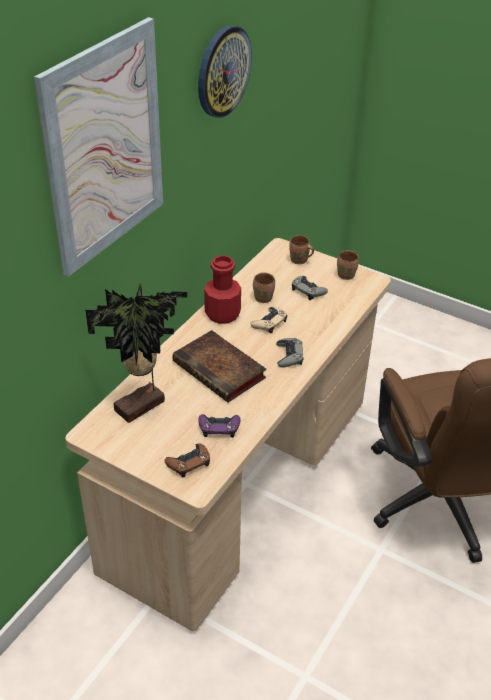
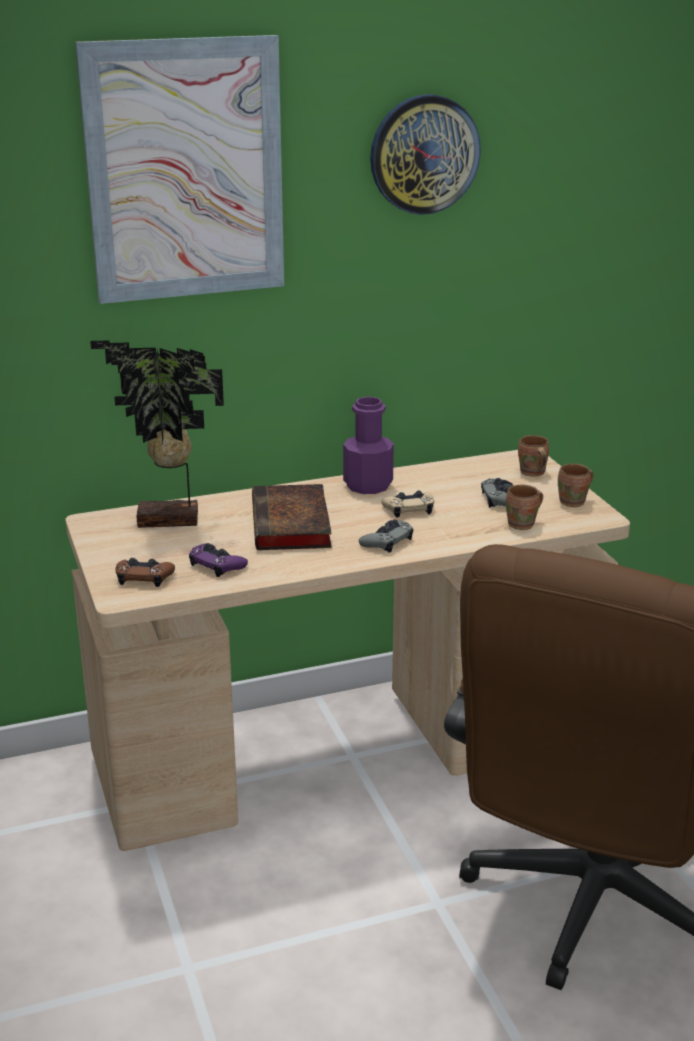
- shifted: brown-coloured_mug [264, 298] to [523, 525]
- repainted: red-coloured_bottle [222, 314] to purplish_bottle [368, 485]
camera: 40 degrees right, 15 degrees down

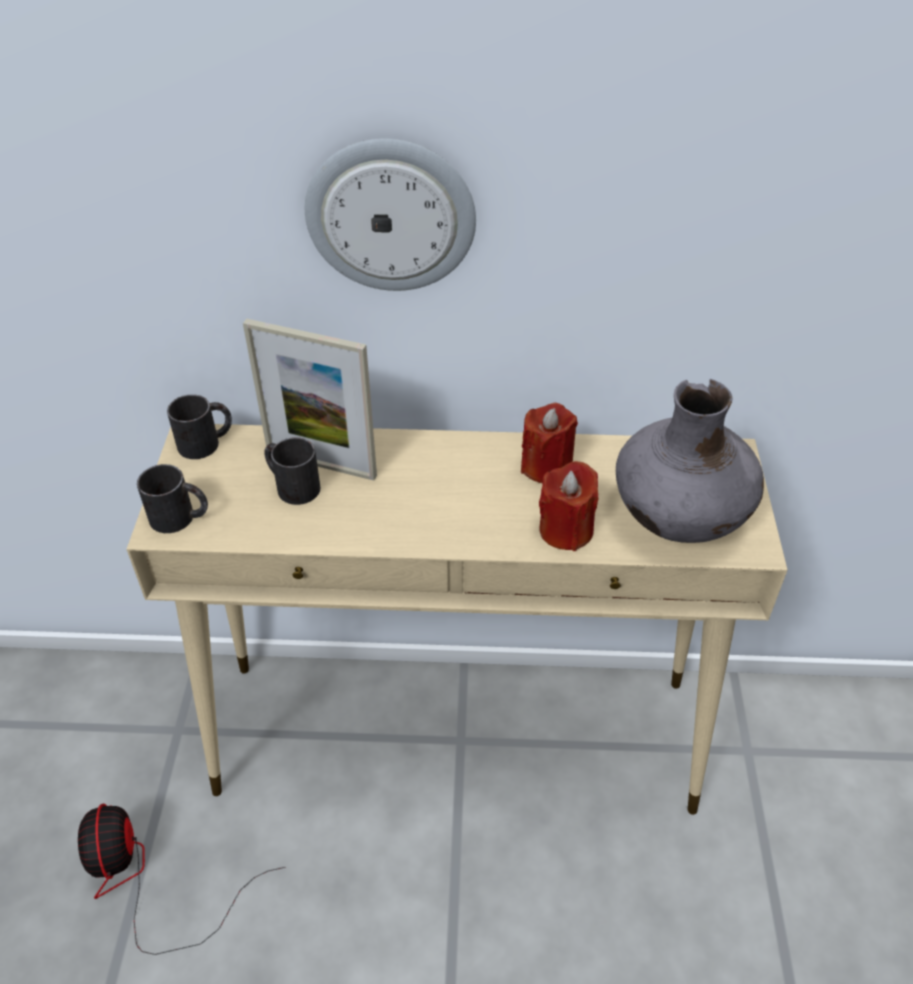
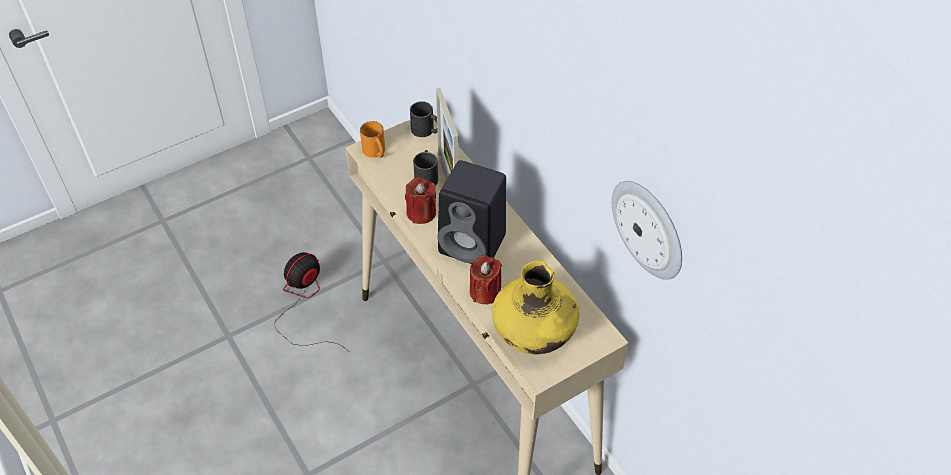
- new: black-coloured_loudspeaker [474, 244]
- shifted: hanging_clock [391, 215] to [649, 228]
- shifted: red-coloured_candle [546, 466] to [421, 213]
- repainted: black-coloured_mug [181, 517] to orangey_mug [375, 152]
- repainted: grey_vase [680, 518] to yellow-coloured_vase [534, 334]
camera: 55 degrees right, 5 degrees up

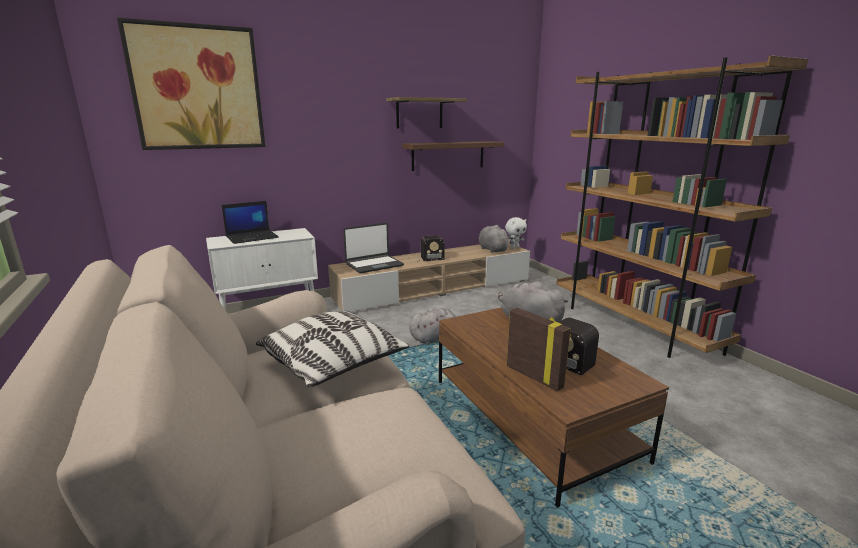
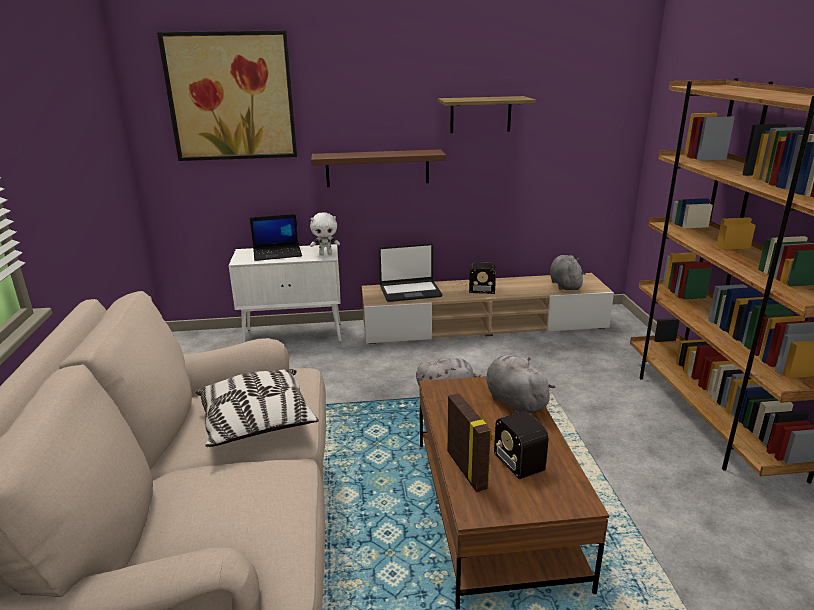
- shifted: brown-coloured_bracket_shelf [448, 155] to [377, 168]
- shifted: white_plush_toy [514, 247] to [325, 254]
camera: 20 degrees right, 5 degrees up

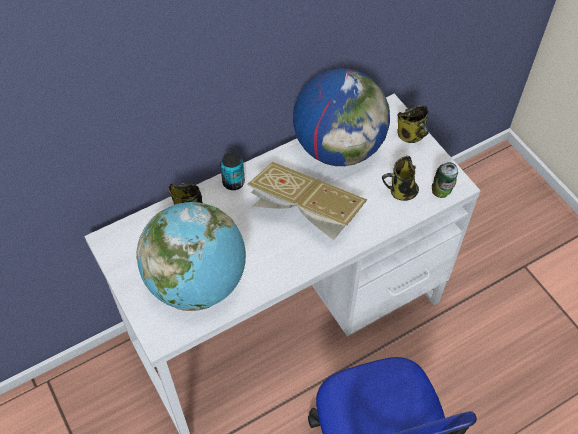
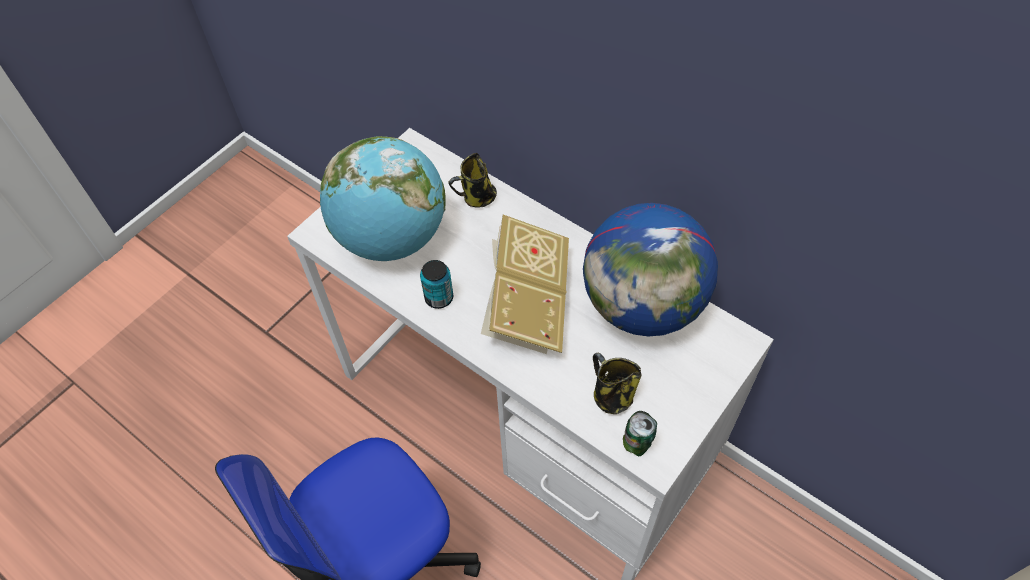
- gone: mug [411, 135]
- shifted: metal_can [233, 182] to [439, 298]
camera: 70 degrees right, 0 degrees up

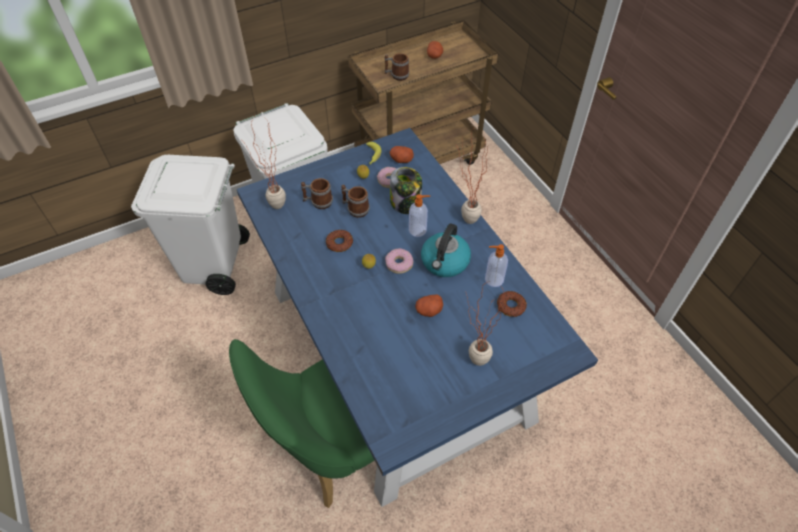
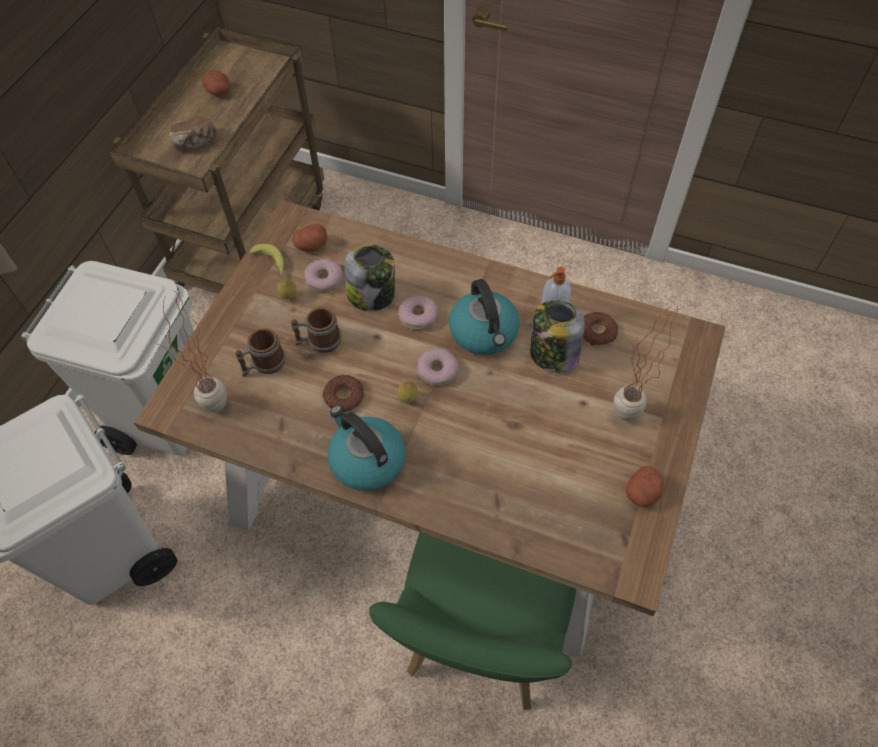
- gone: plant_in_a_pot [463, 219]
- new: water_kettle [366, 460]
- new: jar [553, 354]
- shifted: potato [428, 310] to [642, 493]
- swapped: mug [396, 75] to bread [195, 143]
- swapped: soap_dispenser [418, 230] to doughnut [418, 316]
- repainted: blue-coloured_kitchen_table [396, 352] to brown-coloured_kitchen_table [438, 481]
camera: 40 degrees left, 5 degrees up

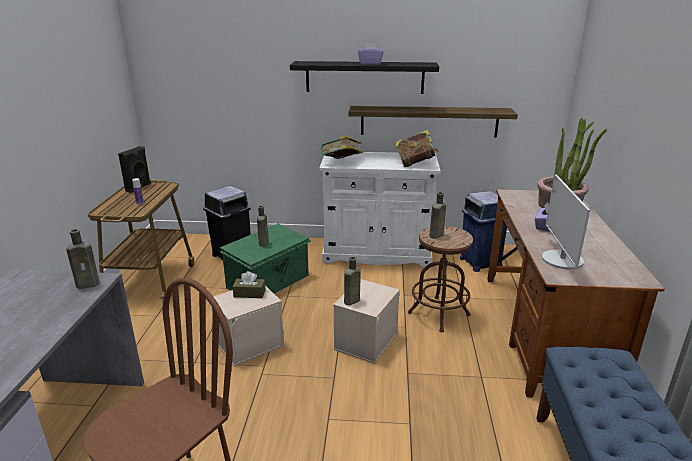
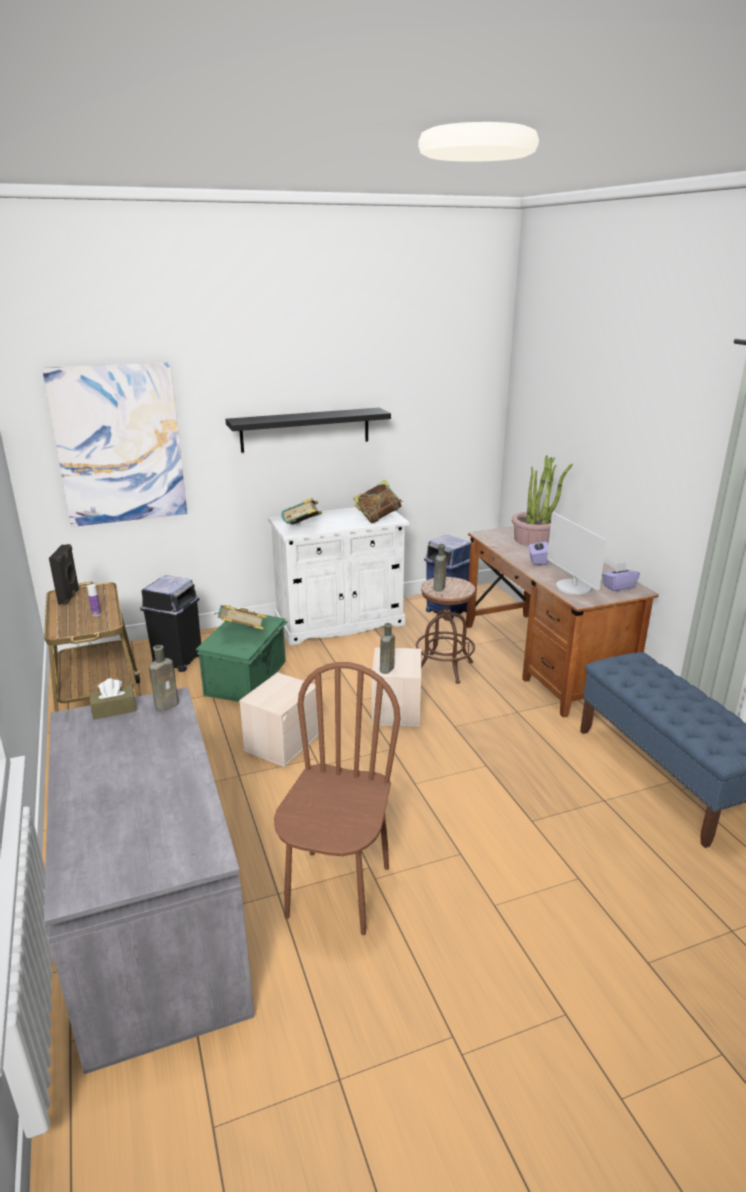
- gone: bracket_shelf [429, 121]
- new: picture [119, 445]
- shifted: brown-coloured_tissue_box [249, 293] to [114, 709]
- shifted: purplish_tissue_box [370, 63] to [618, 586]
- swapped: brown-coloured_bottle [264, 243] to bound_book [241, 633]
camera: 25 degrees left, 0 degrees up

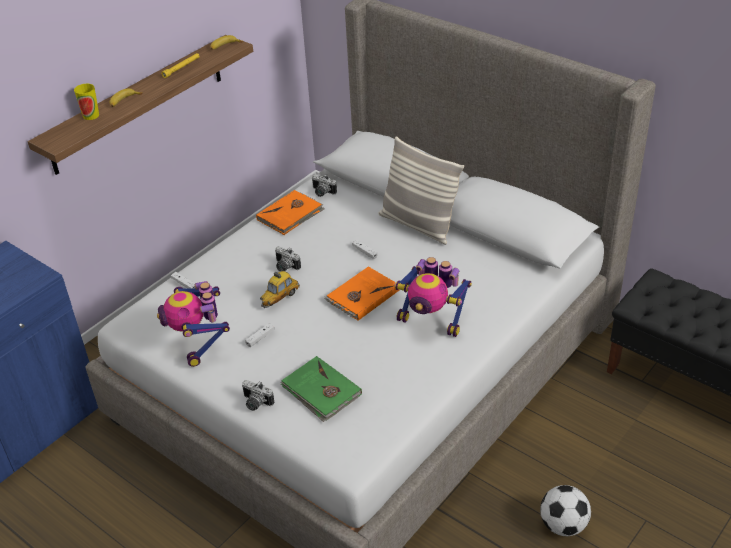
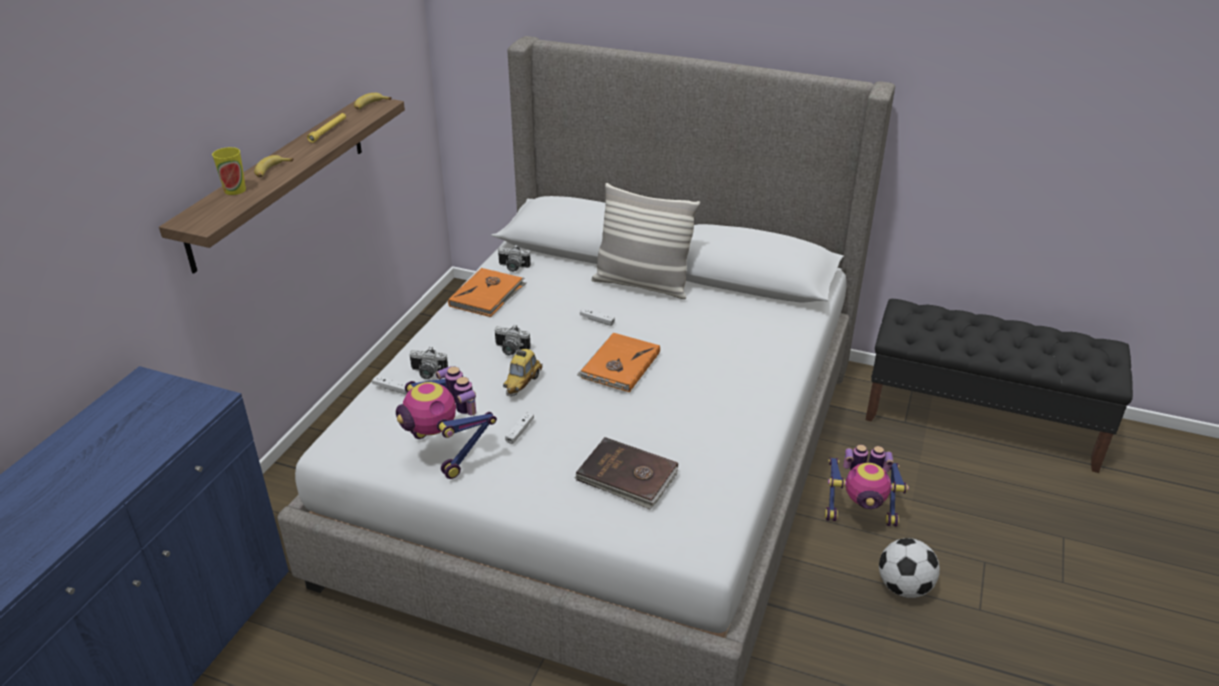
- shifted: still_camera [255, 403] to [427, 373]
- shifted: toy_robot [431, 321] to [860, 514]
- repainted: green_bound_book [321, 391] to brown-coloured_bound_book [627, 477]
camera: 20 degrees left, 5 degrees down

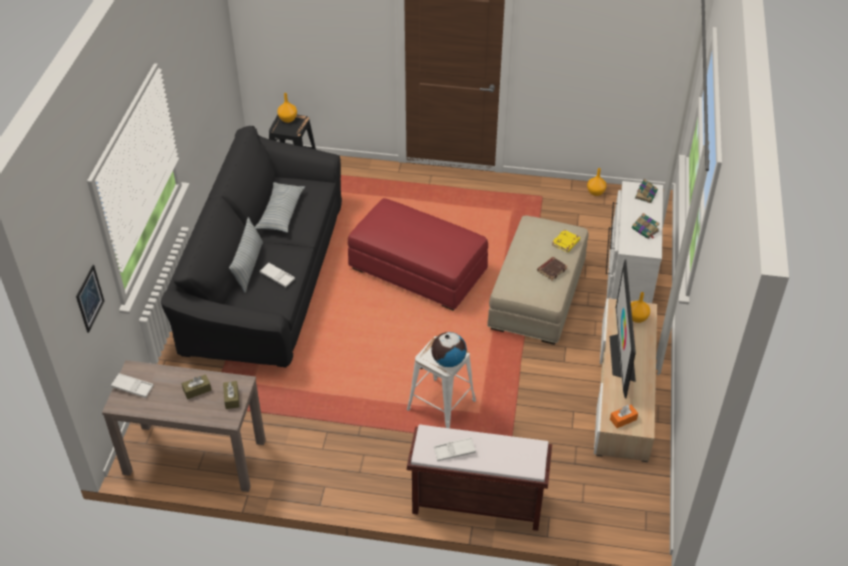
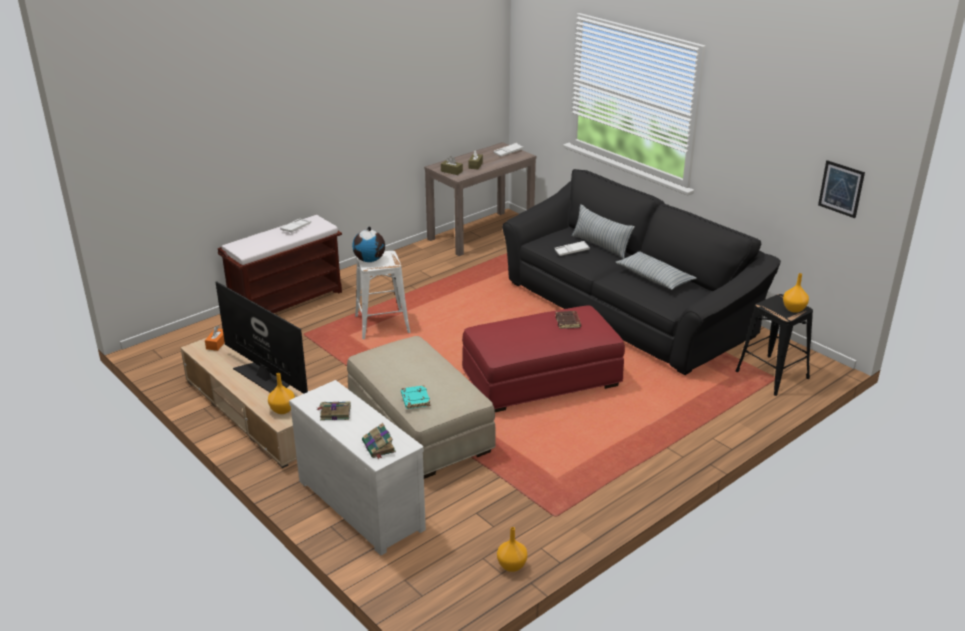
- shifted: picture [89, 298] to [841, 189]
- shifted: brown-coloured_bound_book [551, 270] to [568, 322]
- repainted: yellow-coloured_bound_book [566, 243] to turquoise_bound_book [415, 399]
camera: 130 degrees right, 15 degrees down

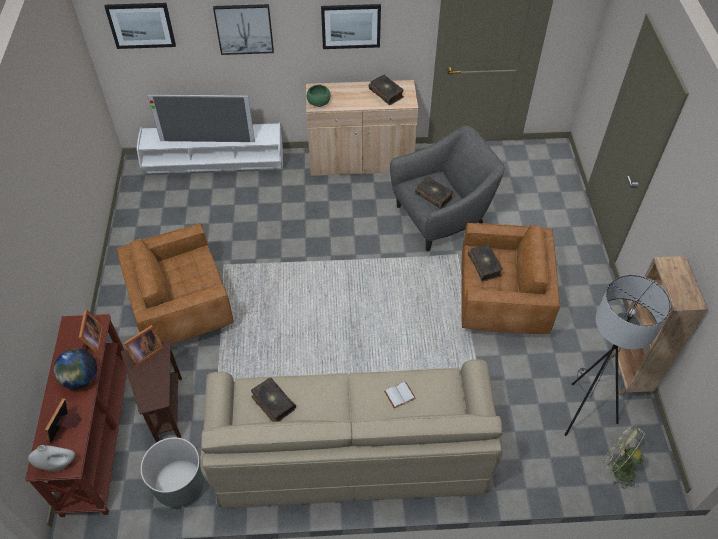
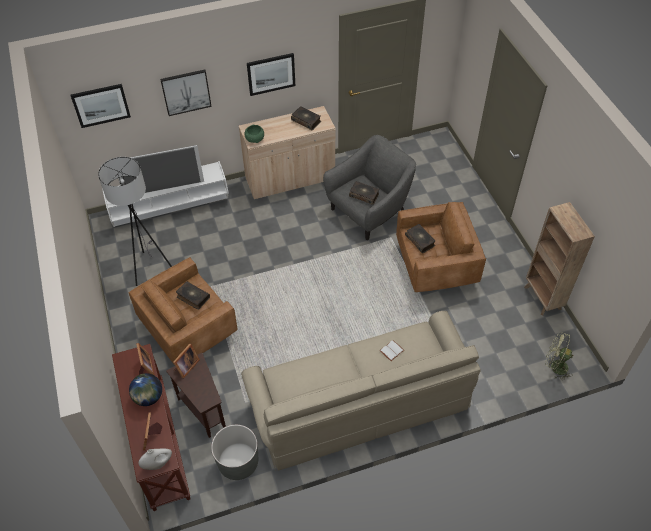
- shifted: bound_book [273, 403] to [193, 297]
- shifted: grey_floor_lamp [582, 409] to [149, 266]
camera: 15 degrees left, 0 degrees up

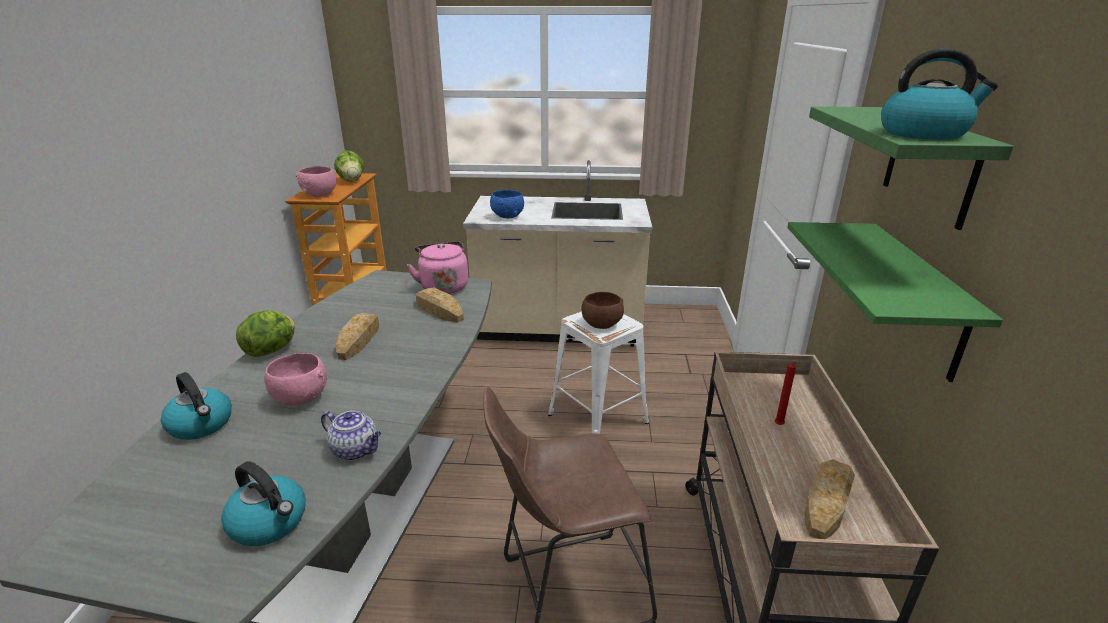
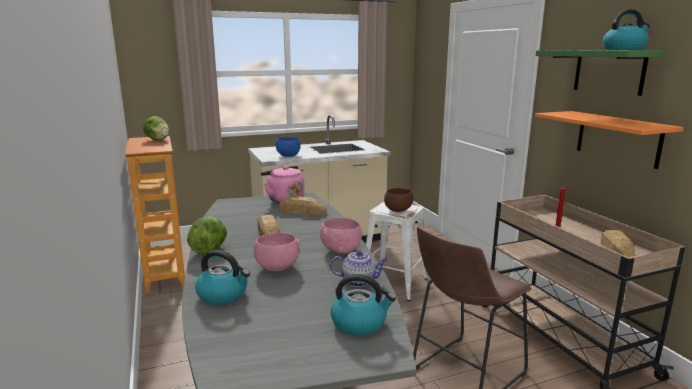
- shifted: pink_deep_dish [320, 195] to [341, 250]
- repainted: green_bracket_shelf [916, 299] to orangey_bracket_shelf [617, 138]
camera: 25 degrees left, 10 degrees down

